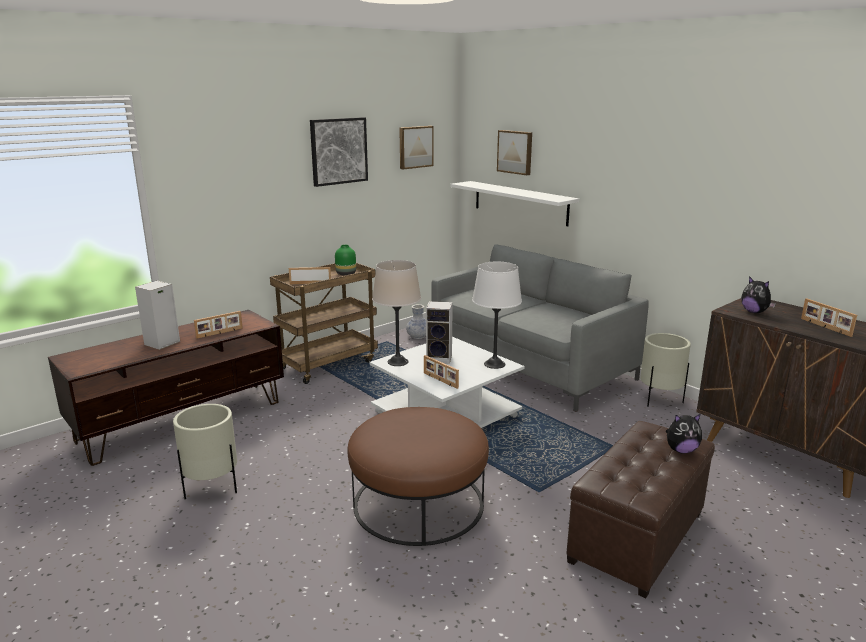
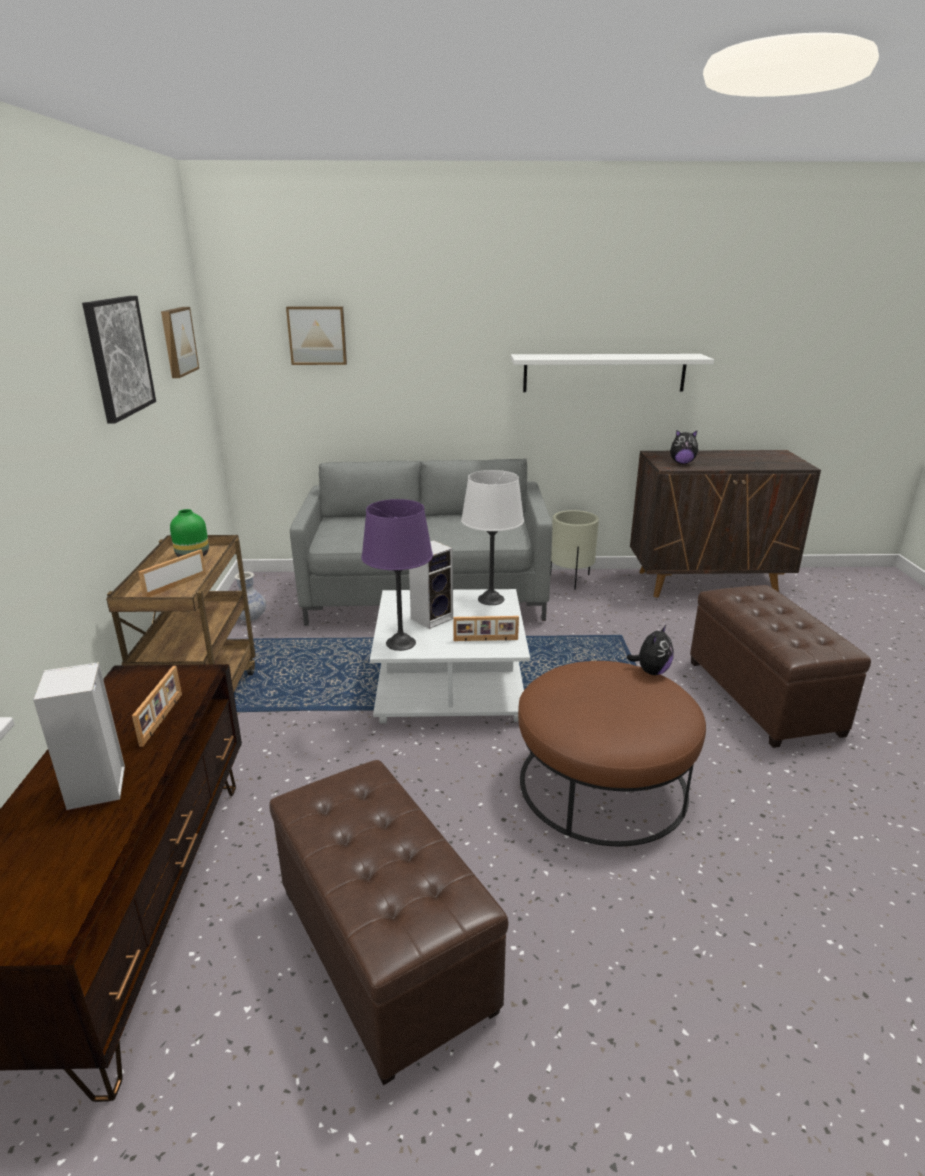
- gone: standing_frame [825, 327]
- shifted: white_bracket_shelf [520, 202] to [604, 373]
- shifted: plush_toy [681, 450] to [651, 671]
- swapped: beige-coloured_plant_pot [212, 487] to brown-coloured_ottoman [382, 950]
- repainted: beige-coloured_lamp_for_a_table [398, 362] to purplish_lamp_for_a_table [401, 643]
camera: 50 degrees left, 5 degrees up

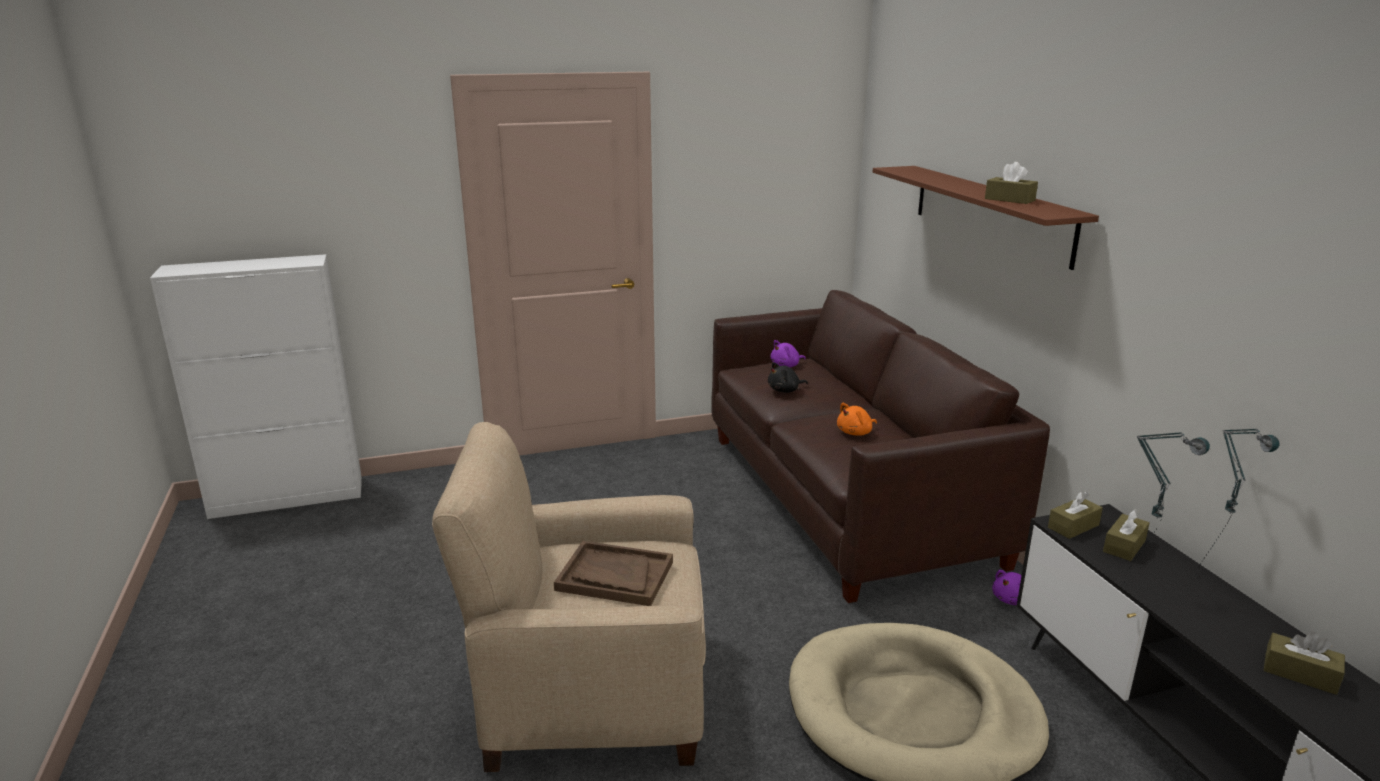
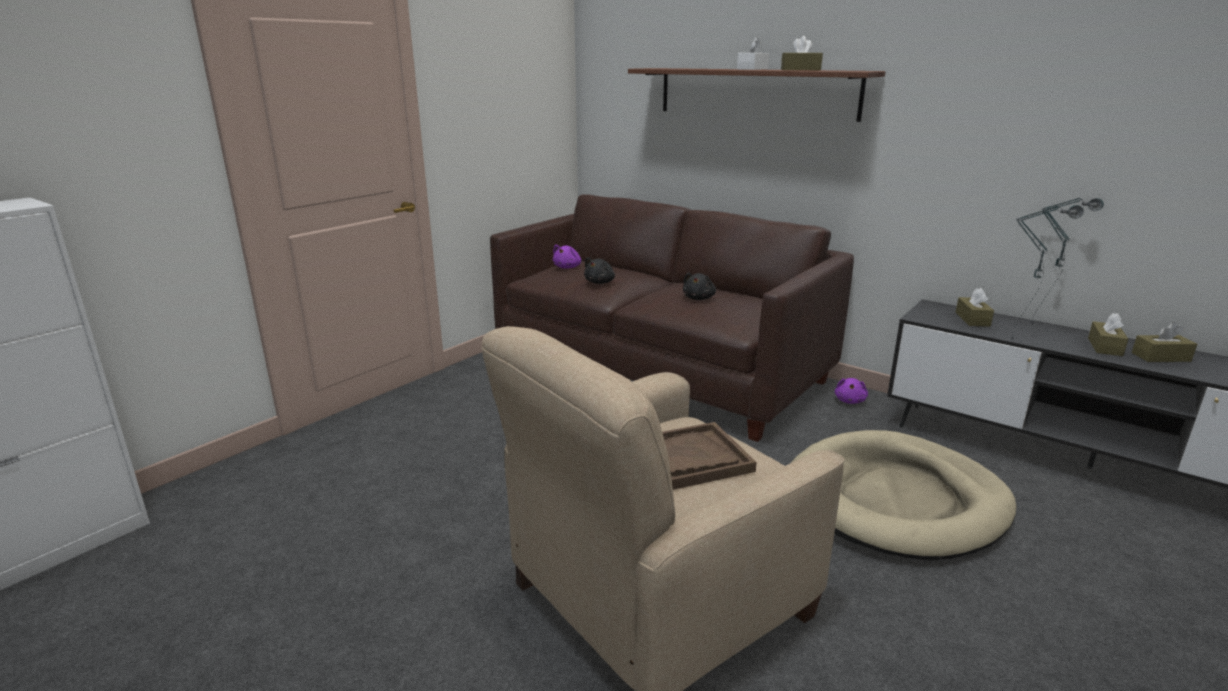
- new: white_tissue_box [752, 69]
- shifted: brown-coloured_tissue_box [1073, 526] to [1105, 347]
- repainted: orangey_plush_toy [856, 433] to black-coloured_plush_toy [699, 298]
camera: 35 degrees left, 0 degrees up

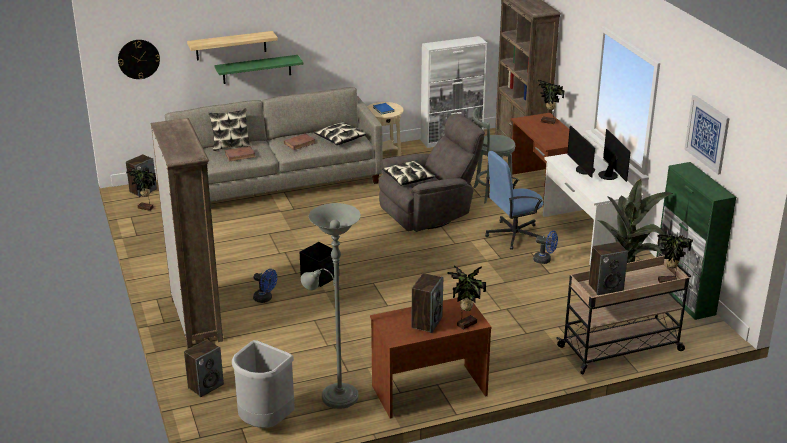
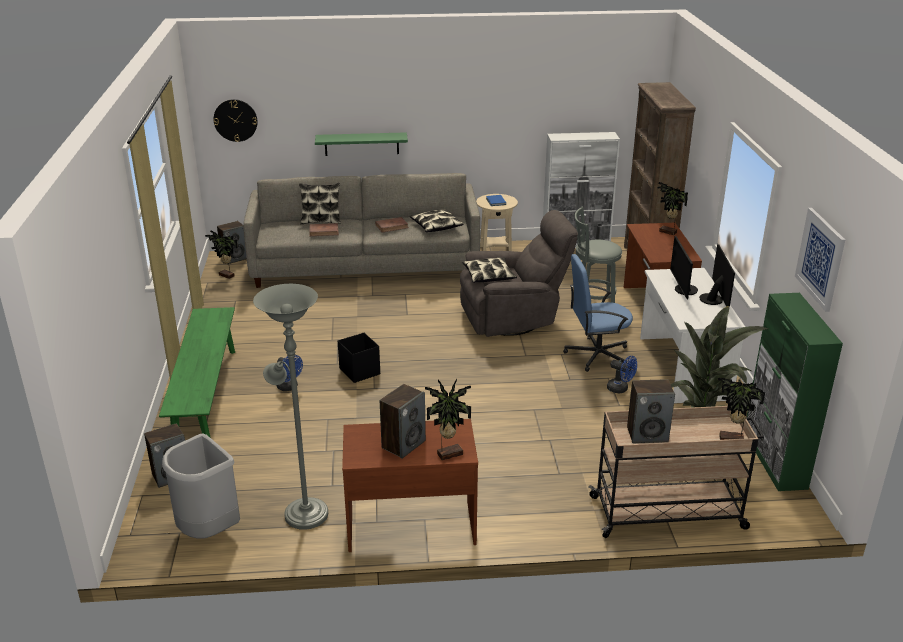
- gone: bracket_shelf [231, 45]
- swapped: brown-coloured_bookcase [196, 319] to green_indoor_bench [206, 398]
camera: 15 degrees right, 0 degrees up

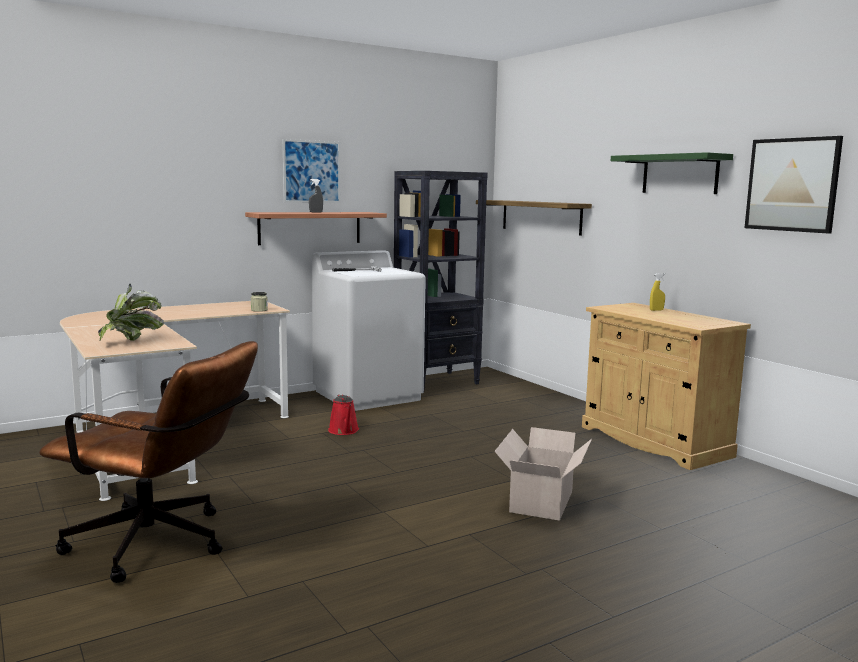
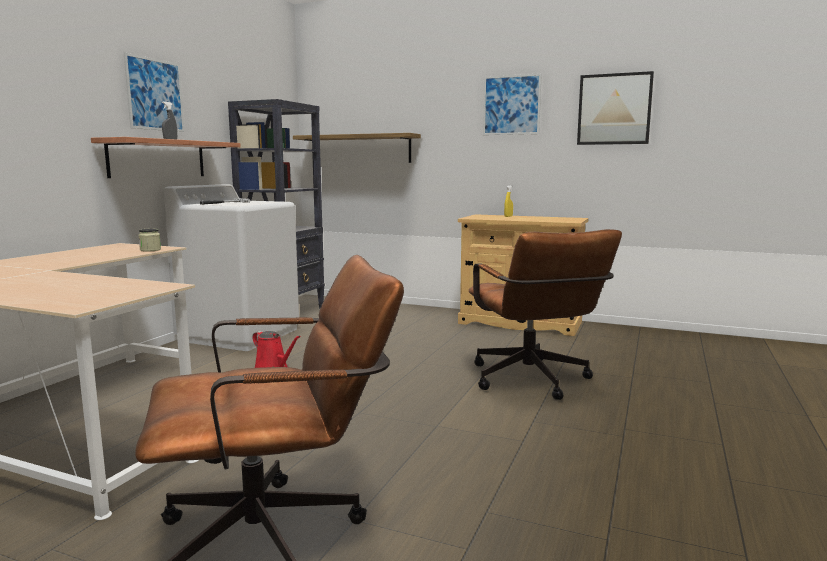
- gone: plant_in_a_pot [132, 342]
- swapped: cardboard_box [540, 502] to brown-coloured_office_chair [533, 382]
- swapped: green_bracket_shelf [679, 174] to picture [511, 105]
camera: 35 degrees left, 0 degrees up

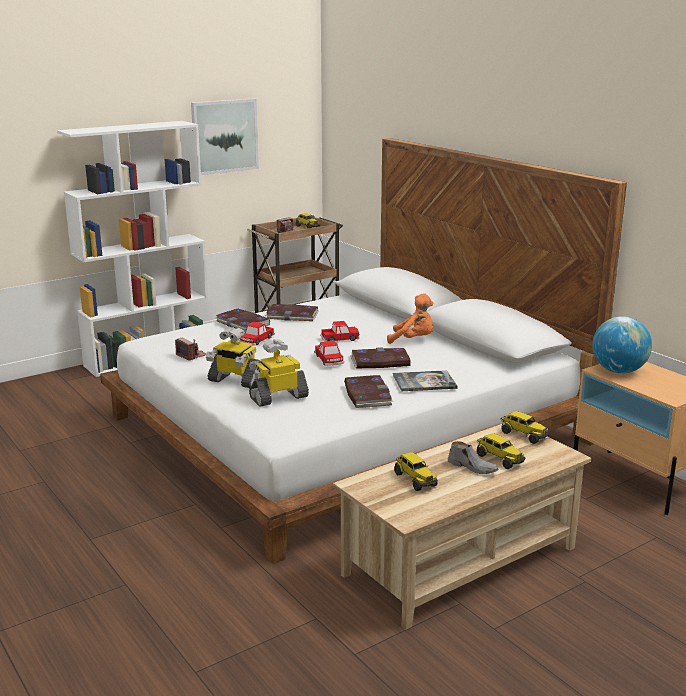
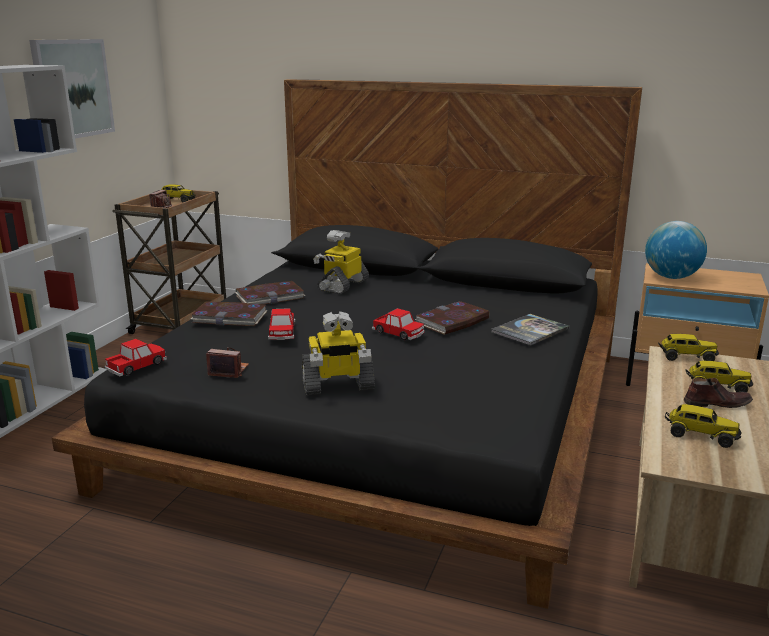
- gone: bound_book [367, 394]
- gone: orangey_plush_toy [413, 340]
- shifted: toy_robot [278, 397] to [342, 285]
- shifted: toy_car [340, 339] to [137, 366]
- repainted: white_bed [343, 428] to black-coloured_bed [384, 415]
- repainted: grey_shoe [473, 467] to brown-coloured_shoe [716, 403]
camera: 35 degrees left, 0 degrees up

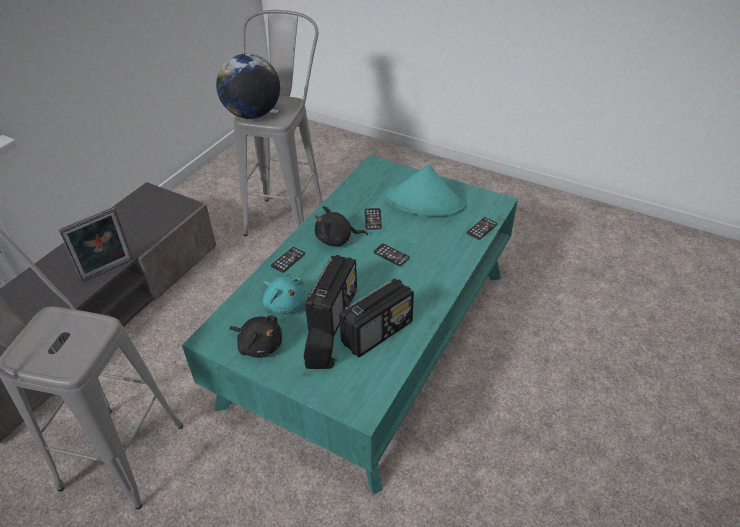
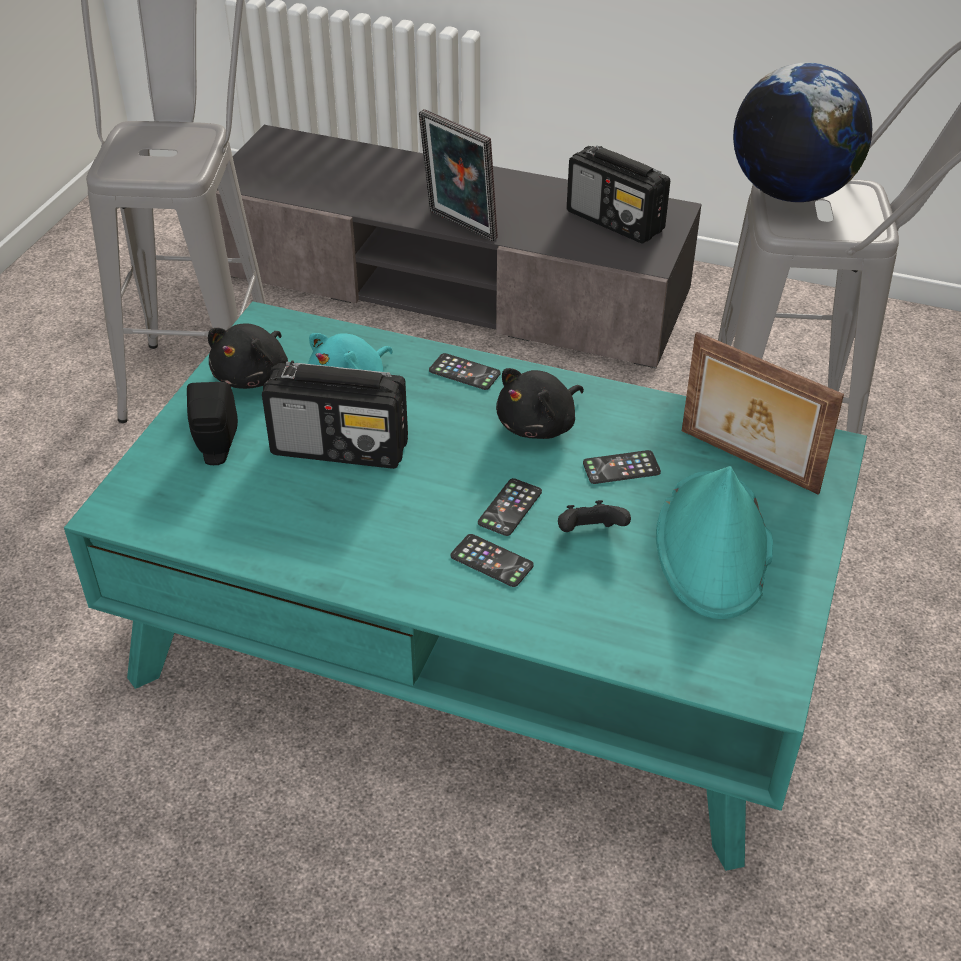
- new: black-coloured_gamepad [590, 534]
- new: standing_frame [747, 462]
- shifted: radio_receiver [378, 332] to [615, 221]
- shifted: telephone [482, 229] to [491, 561]
- rotated: black-coloured_plush_toy [337, 239] = [539, 425] 120 degrees counterclockwise
camera: 80 degrees right, 0 degrees up

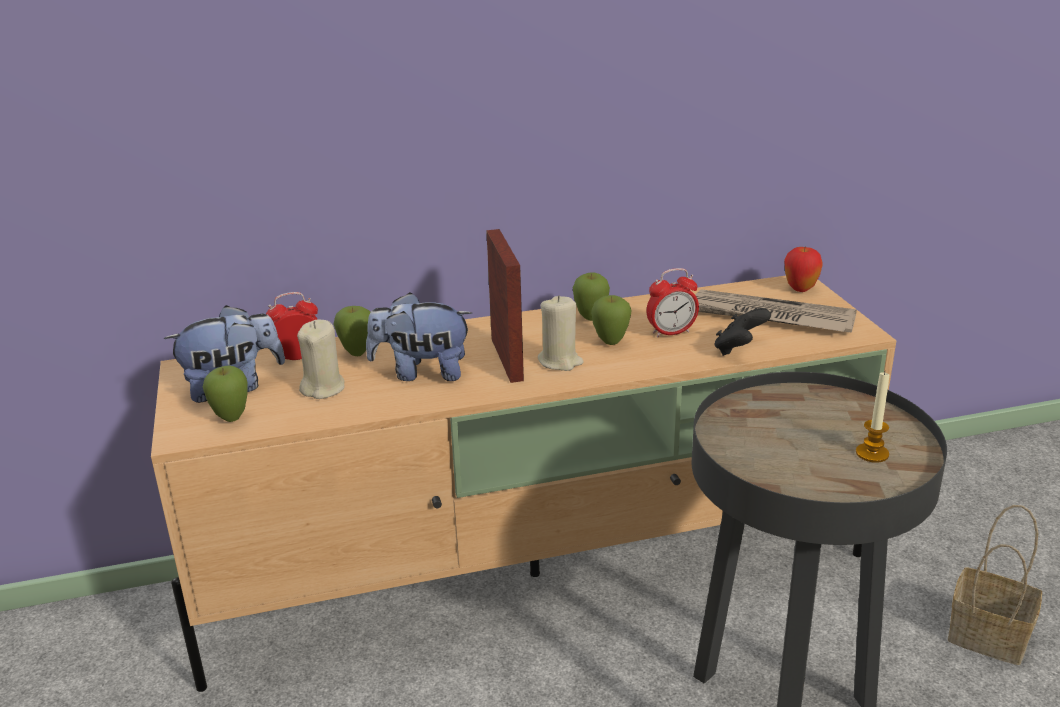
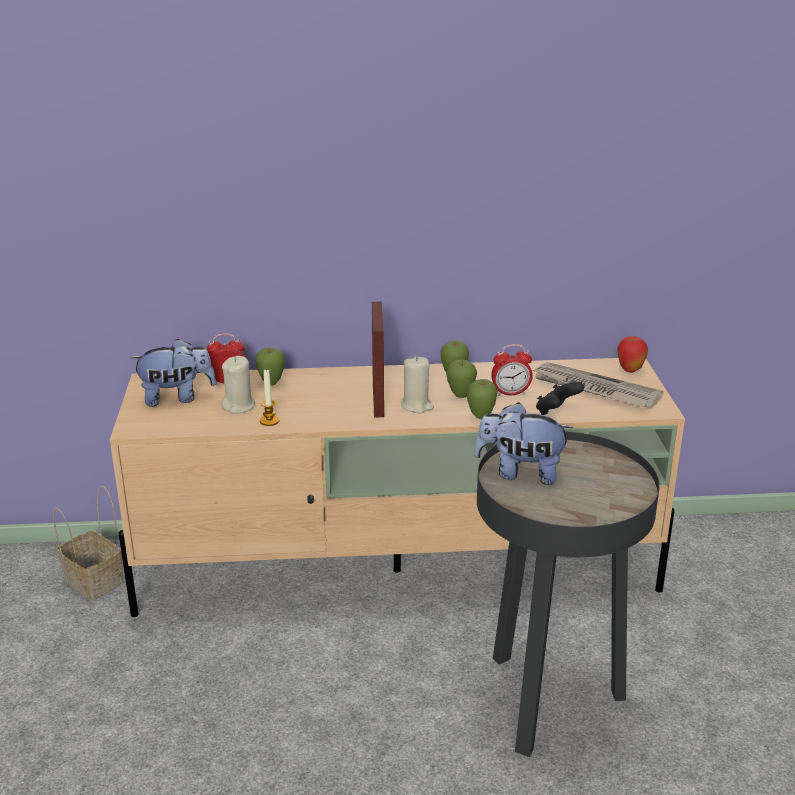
- shifted: apple_fruit [231, 418] to [481, 417]
- shifted: plush_toy [421, 372] to [520, 472]
- shifted: candle [872, 453] to [269, 421]
- shifted: storage_basket [991, 636] to [96, 582]
camera: 10 degrees right, 0 degrees up

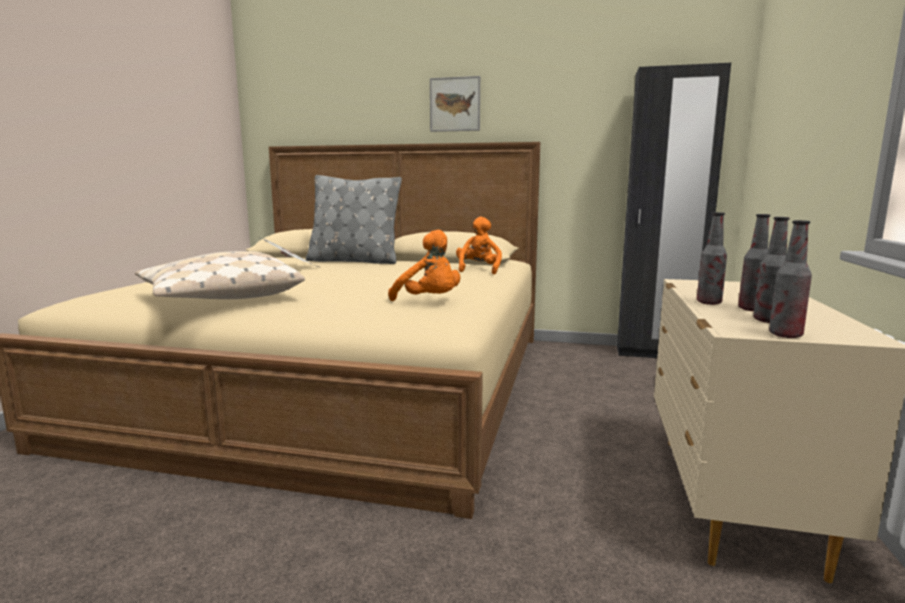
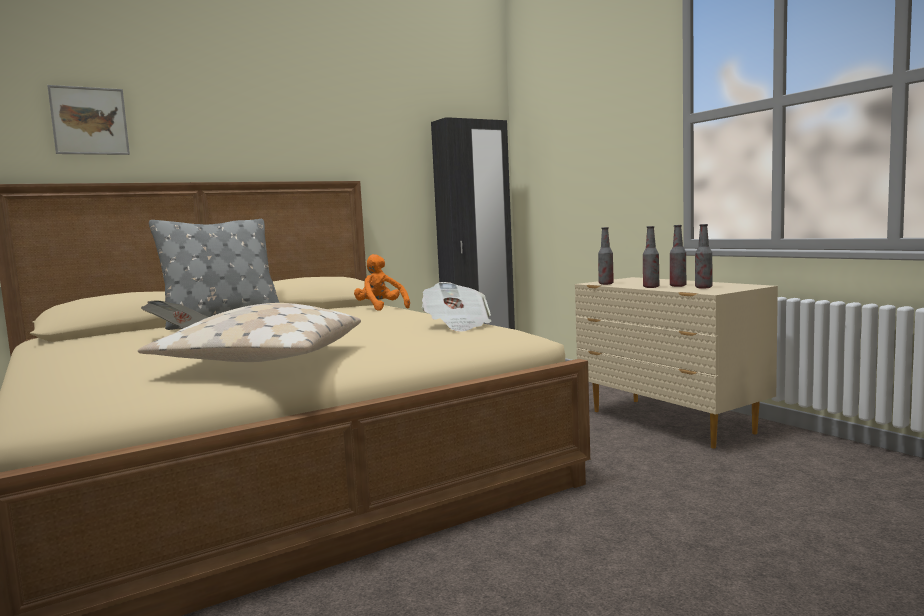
- shifted: picture [455, 104] to [89, 121]
- shifted: bottle [785, 335] to [606, 284]
- swapped: orangey_plush_toy [429, 301] to newspaper [457, 326]
camera: 45 degrees left, 5 degrees down

